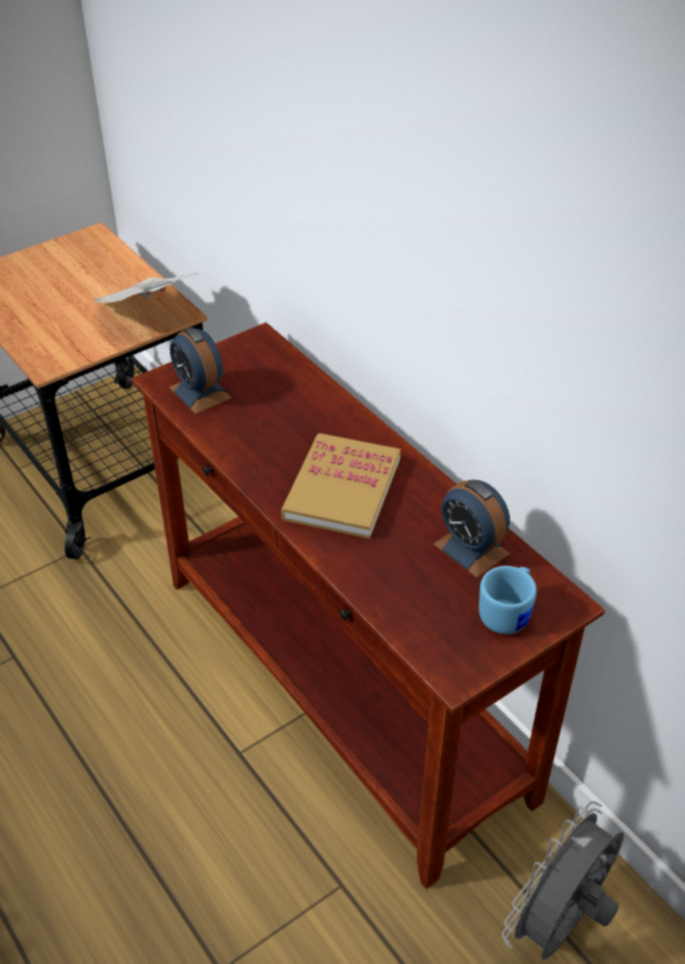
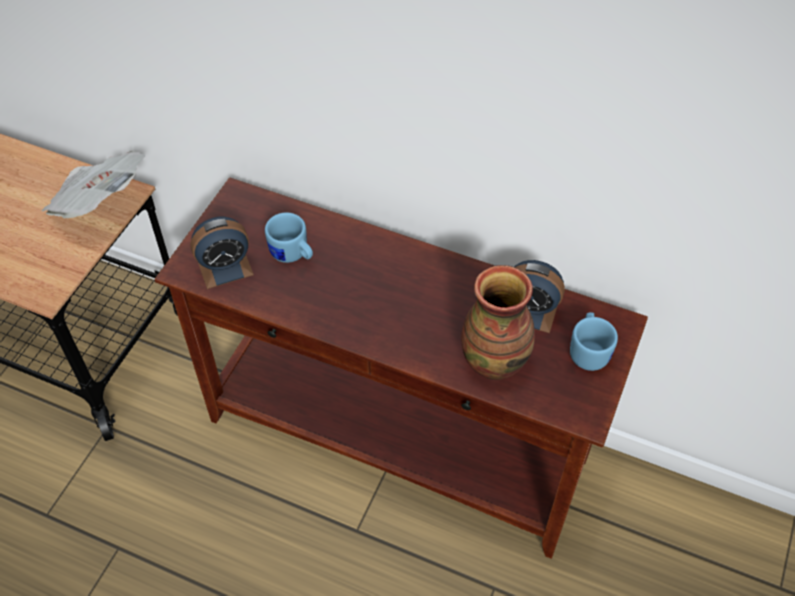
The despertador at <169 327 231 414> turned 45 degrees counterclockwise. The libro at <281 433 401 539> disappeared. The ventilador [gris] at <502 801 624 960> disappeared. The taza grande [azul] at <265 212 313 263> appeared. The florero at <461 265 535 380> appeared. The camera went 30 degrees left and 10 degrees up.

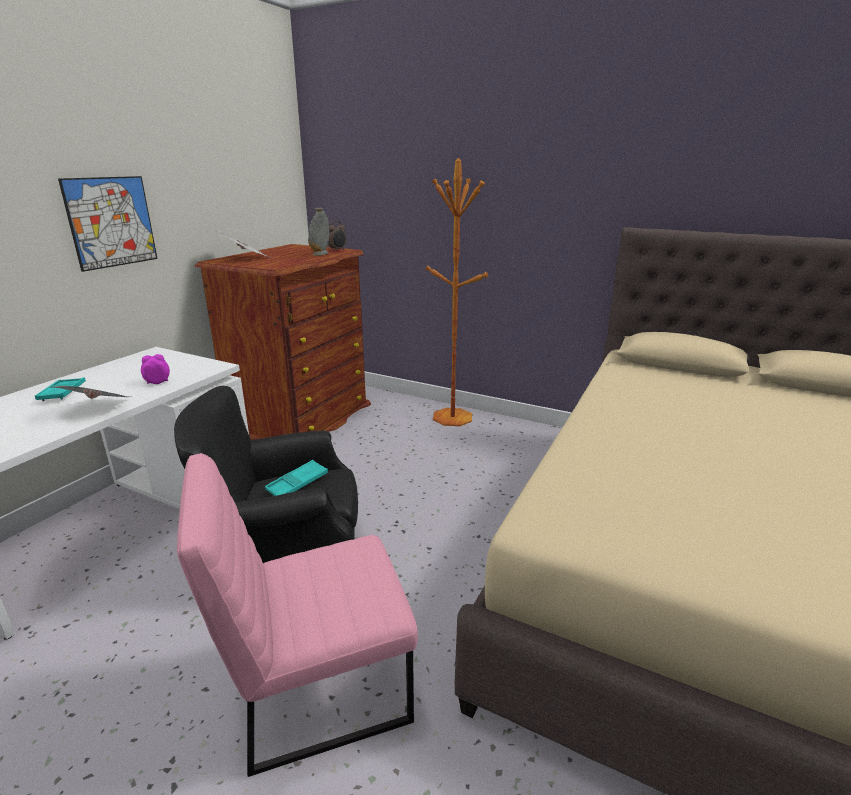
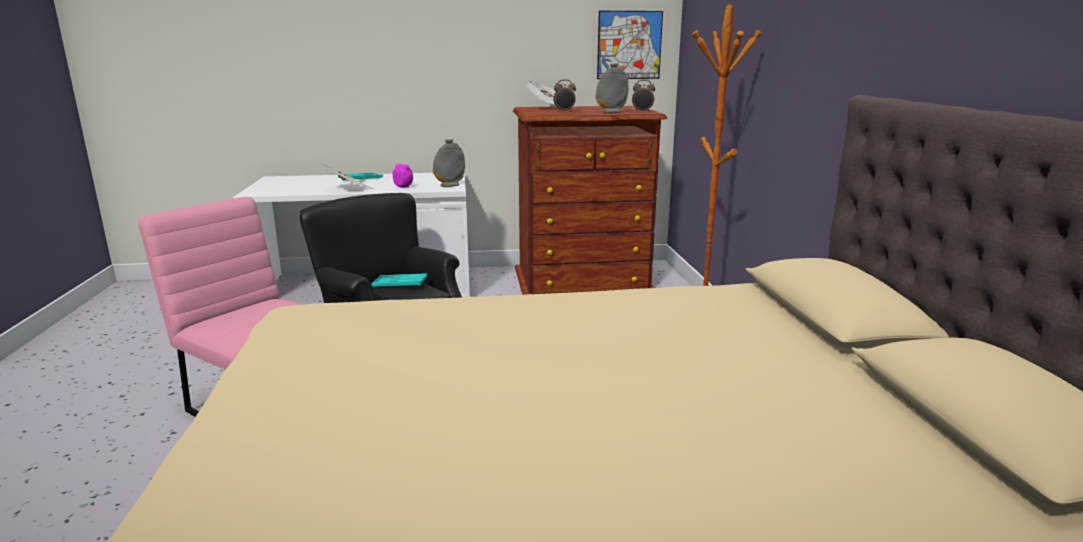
The cuadro moved from <58 176 158 272> to <597 11 663 79>. The florero [gris] at <433 139 465 187> appeared. The despertador at <553 80 576 112> appeared. The camera went 55 degrees right and 5 degrees down.

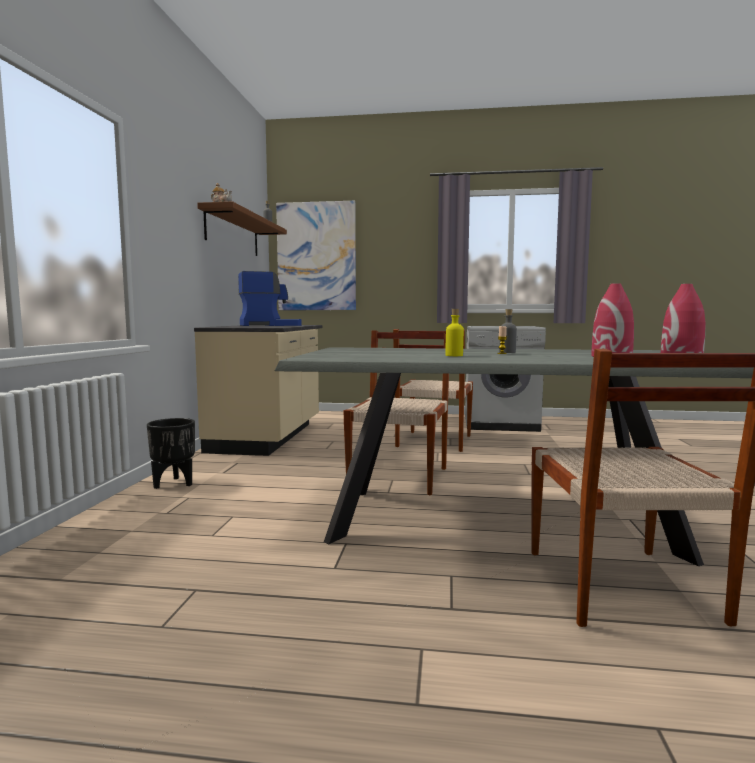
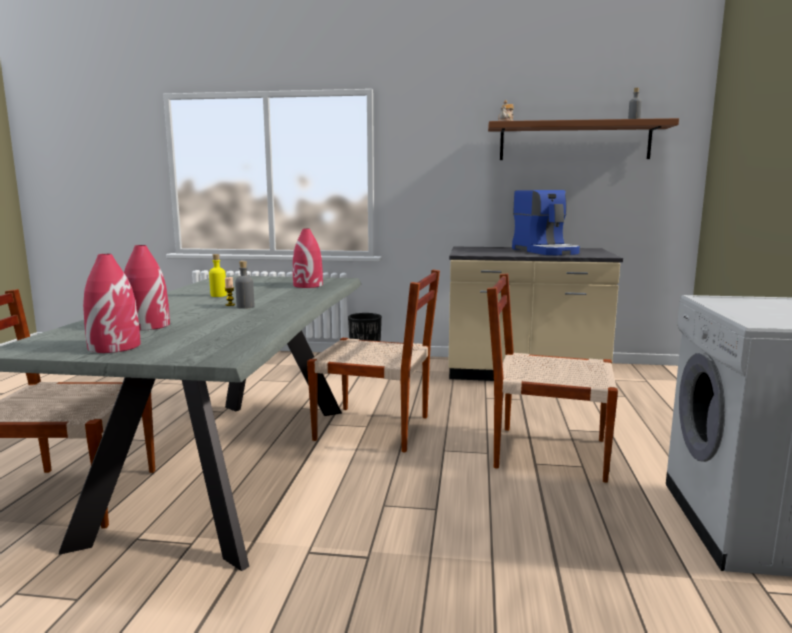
The cuadro at <276 201 356 310> disappeared. The florero [rojo] at <293 229 323 288> appeared. The camera went 90 degrees right and 5 degrees up.

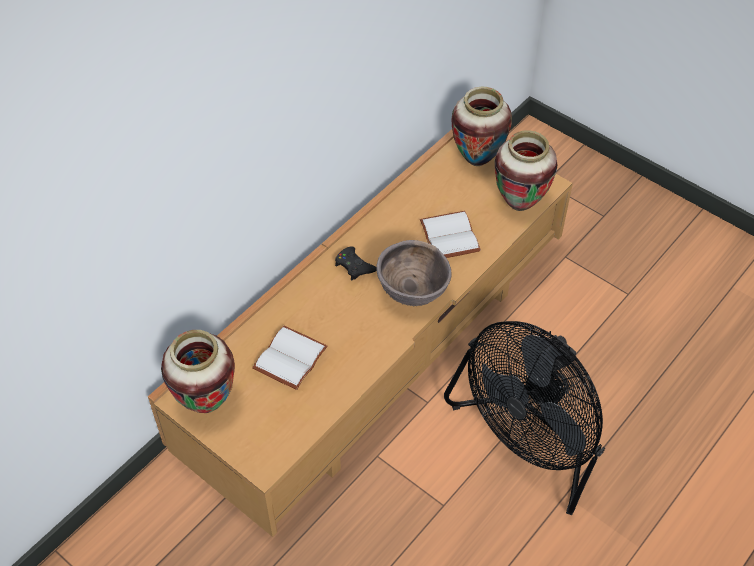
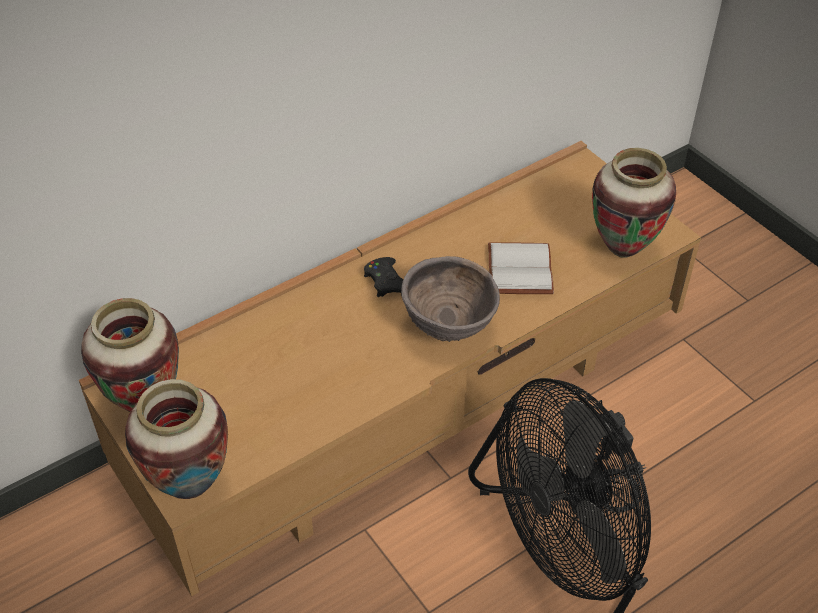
The libro [blanco] at <252 326 327 390> disappeared. The florero moved from <452 86 512 166> to <125 379 228 499>. The camera went 15 degrees right and 5 degrees down.

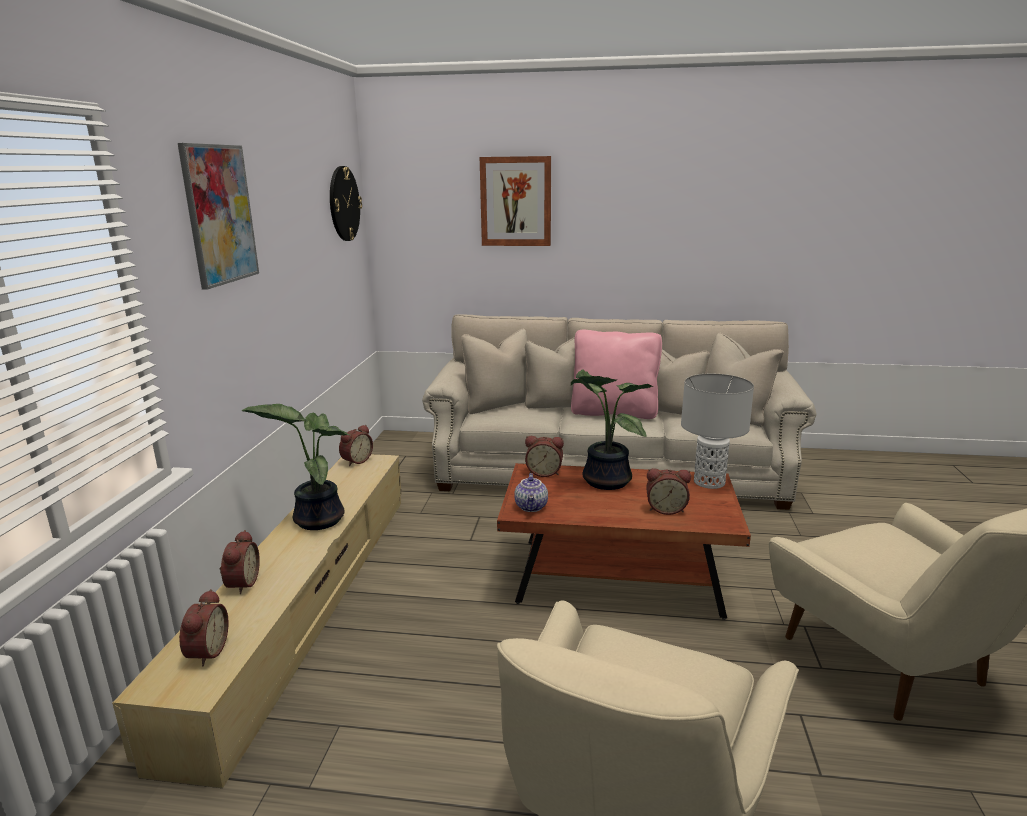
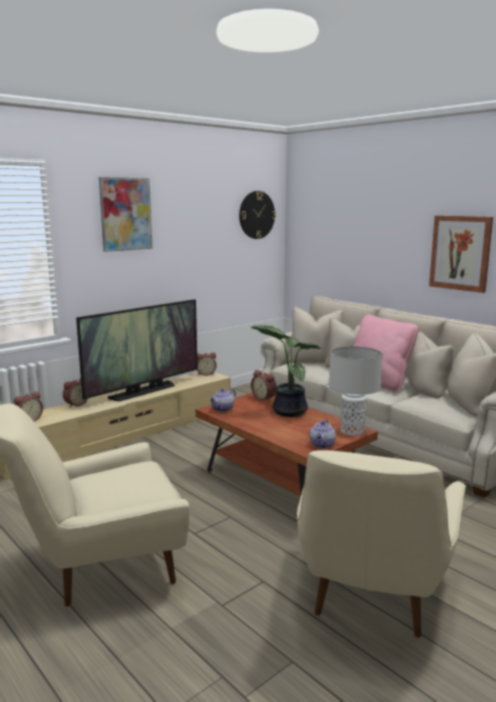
The planta en maceta at <241 404 351 530> was replaced by the televisor at <76 299 198 401>. The cuadro moved from <480 156 551 246> to <429 216 493 293>. The despertador at <646 468 691 515> disappeared. The tetera at <310 420 336 449> appeared. The camera went 40 degrees right and 5 degrees down.

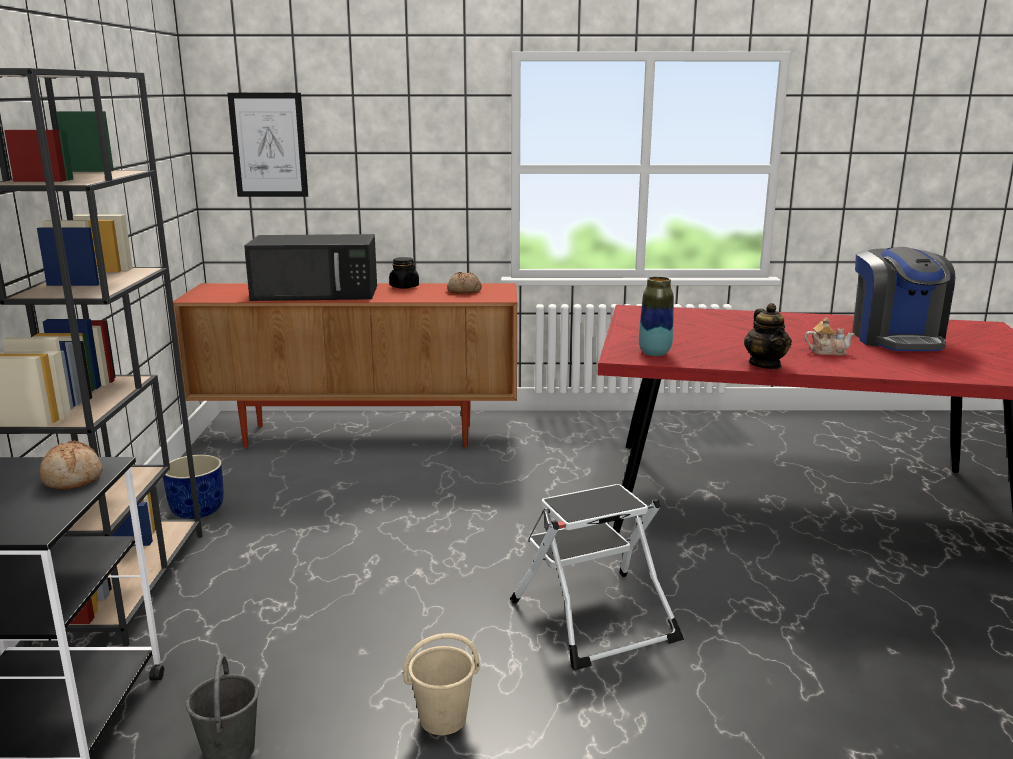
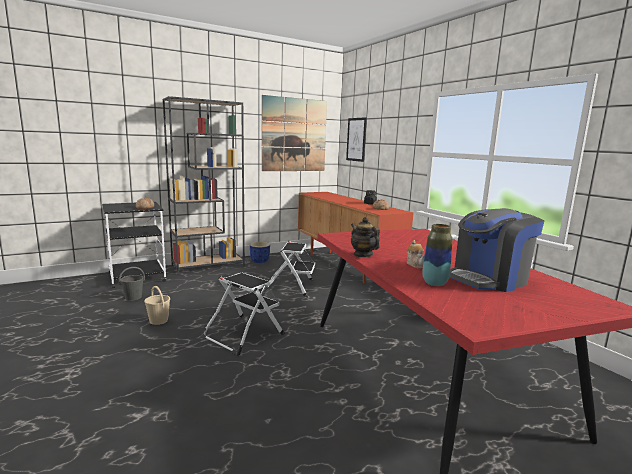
The microondas [negro] at <244 234 377 301> disappeared. The florero moved from <639 277 674 356> to <422 224 452 286>. The tetera at <744 303 792 369> turned 90 degrees clockwise. The cuadro at <262 95 327 171> appeared. The escalera de tijera at <266 240 315 297> appeared. The camera went 60 degrees right and 5 degrees down.

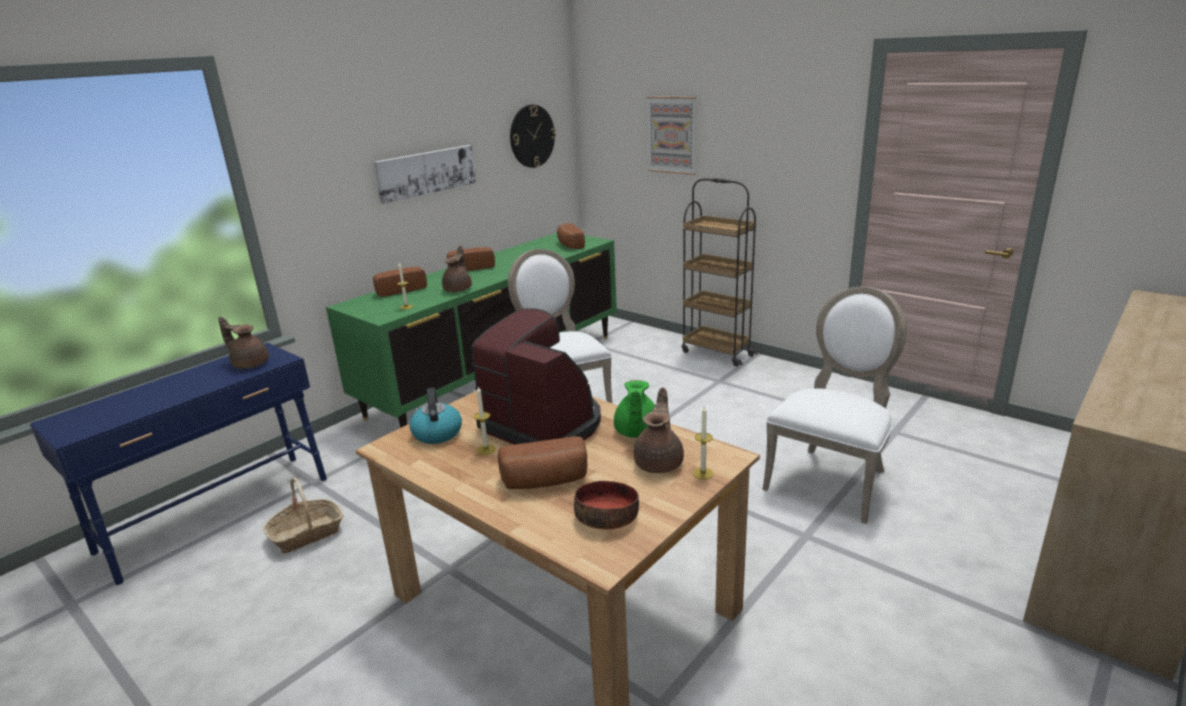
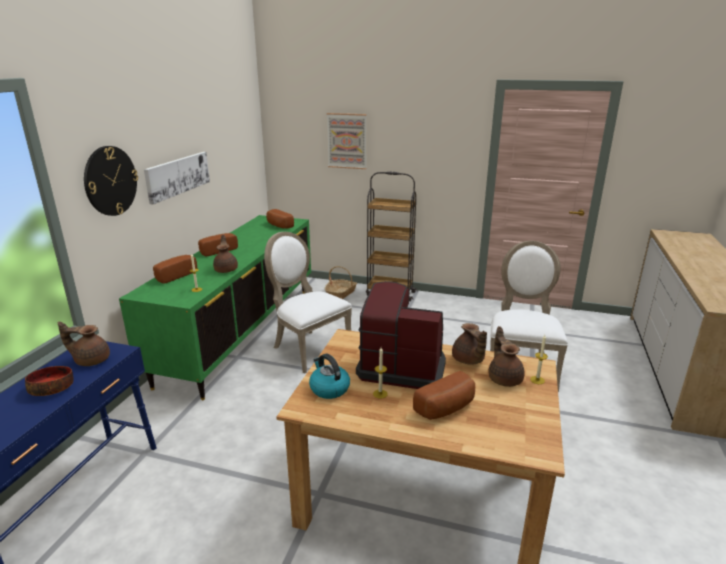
The cesta moved from <263 477 344 554> to <325 266 357 299>. The reloj de pared moved from <510 105 556 168> to <84 146 138 216>. The cuenco moved from <574 481 639 529> to <25 366 74 396>. The tetera [verde] at <614 380 655 438> became the tetera [marrón] at <452 323 487 365>. The camera went 25 degrees left and 0 degrees up.

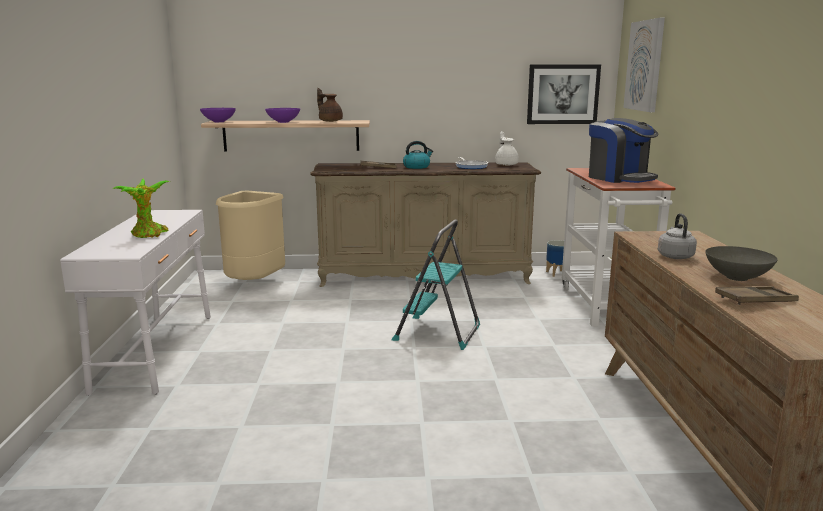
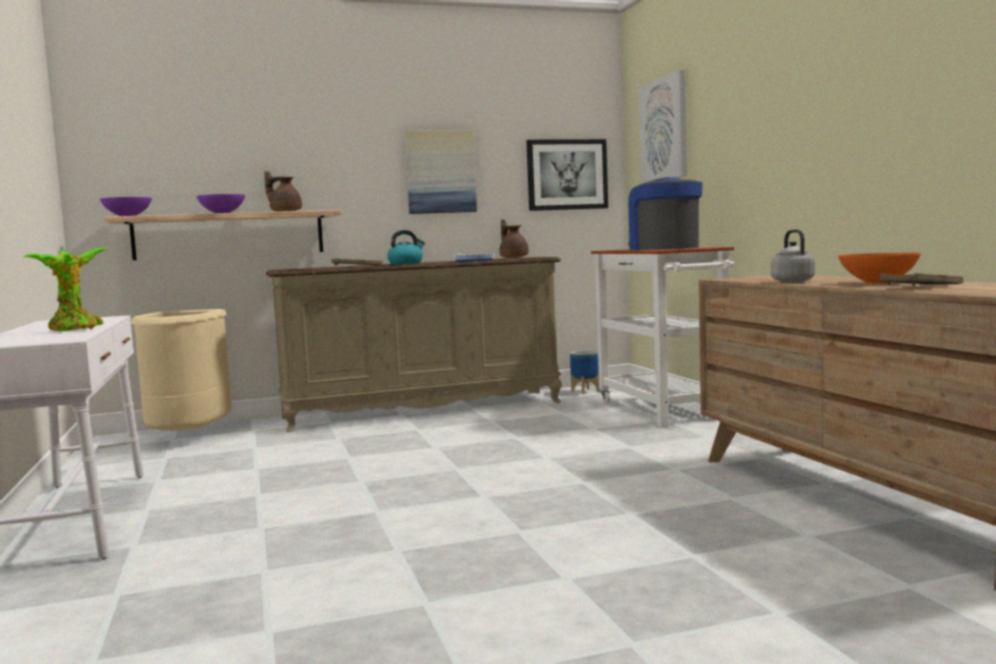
The escalera de tijera [turquesa] at <391 219 480 350> disappeared. The tetera [blanco] at <495 131 519 166> became the tetera [marrón] at <499 219 529 258>. The cafetera at <589 118 659 183> turned 150 degrees counterclockwise. The cuenco [gris] at <705 246 778 281> became the cuenco [naranja] at <838 253 921 284>. The cuadro at <405 130 477 214> appeared. The camera went 15 degrees left and 10 degrees down.

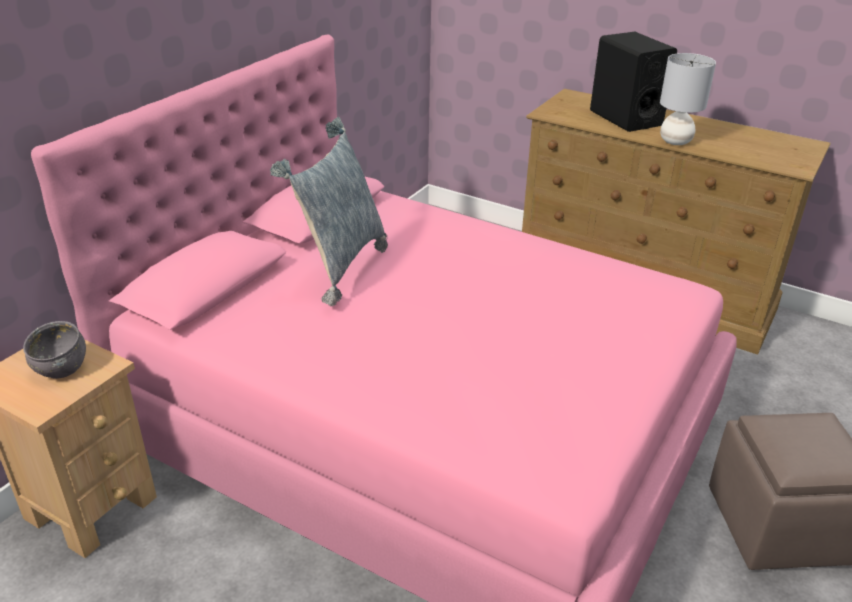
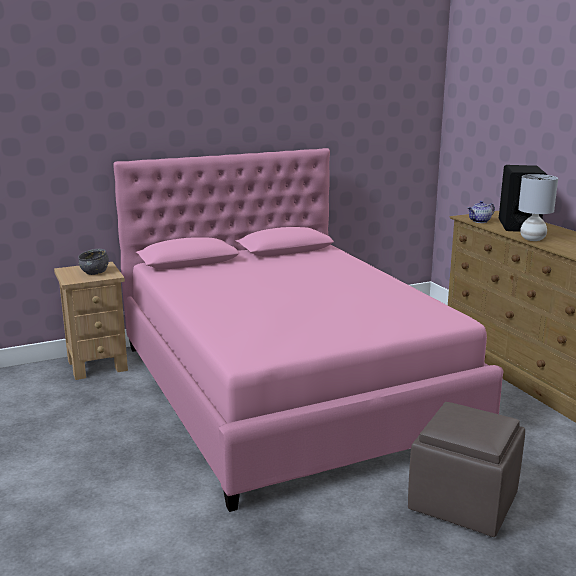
The cojín at <270 117 388 306> disappeared. The tetera at <468 201 495 223> appeared. The camera went 35 degrees right and 15 degrees down.

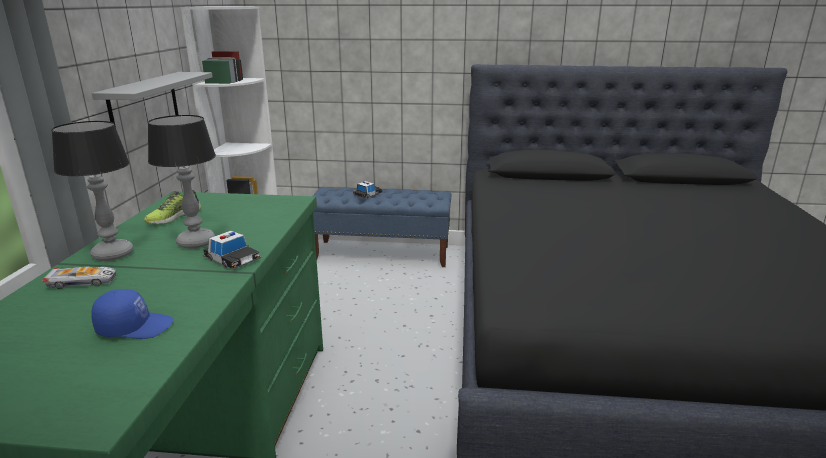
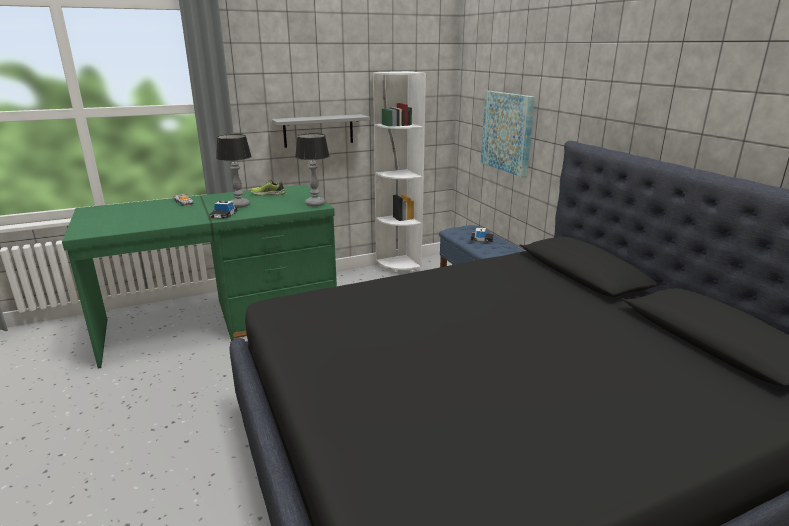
The lámpara de mesa moved from <51 121 133 261> to <295 133 329 207>. The gorra [azul] at <91 289 174 339> disappeared. The cuadro at <481 91 535 178> appeared. The camera went 60 degrees right and 0 degrees up.

